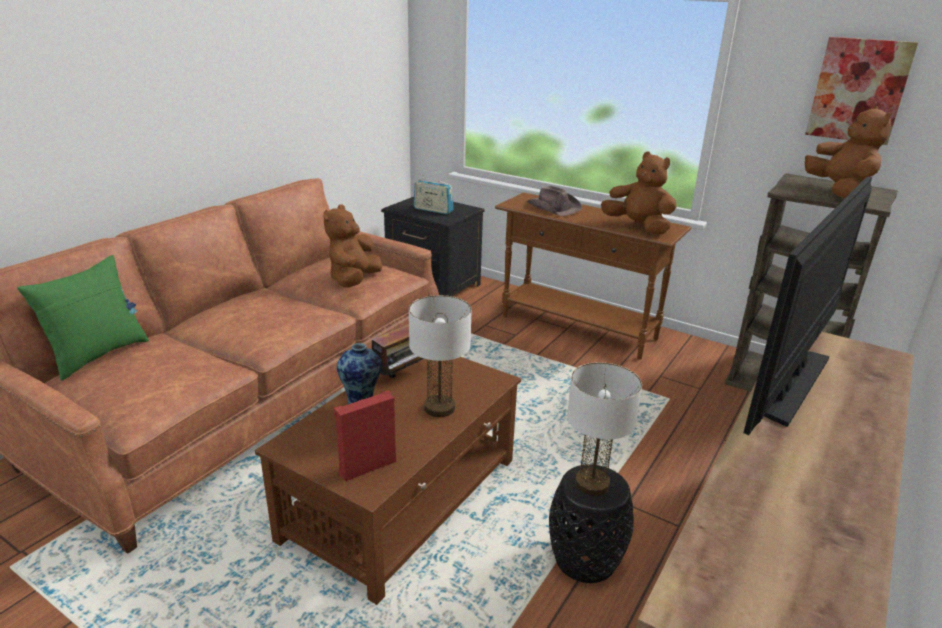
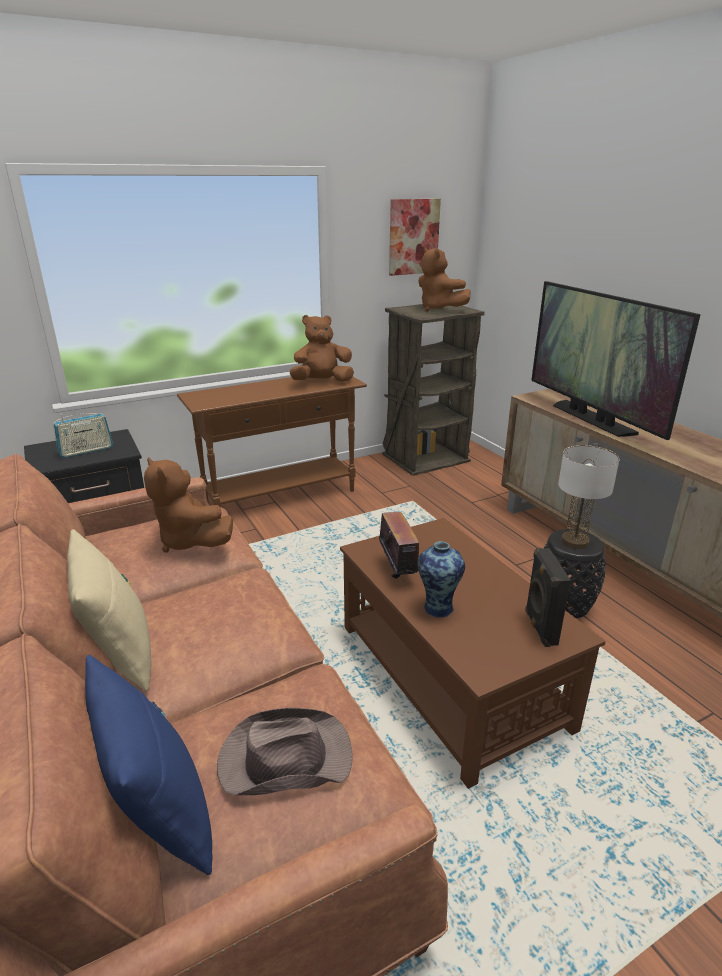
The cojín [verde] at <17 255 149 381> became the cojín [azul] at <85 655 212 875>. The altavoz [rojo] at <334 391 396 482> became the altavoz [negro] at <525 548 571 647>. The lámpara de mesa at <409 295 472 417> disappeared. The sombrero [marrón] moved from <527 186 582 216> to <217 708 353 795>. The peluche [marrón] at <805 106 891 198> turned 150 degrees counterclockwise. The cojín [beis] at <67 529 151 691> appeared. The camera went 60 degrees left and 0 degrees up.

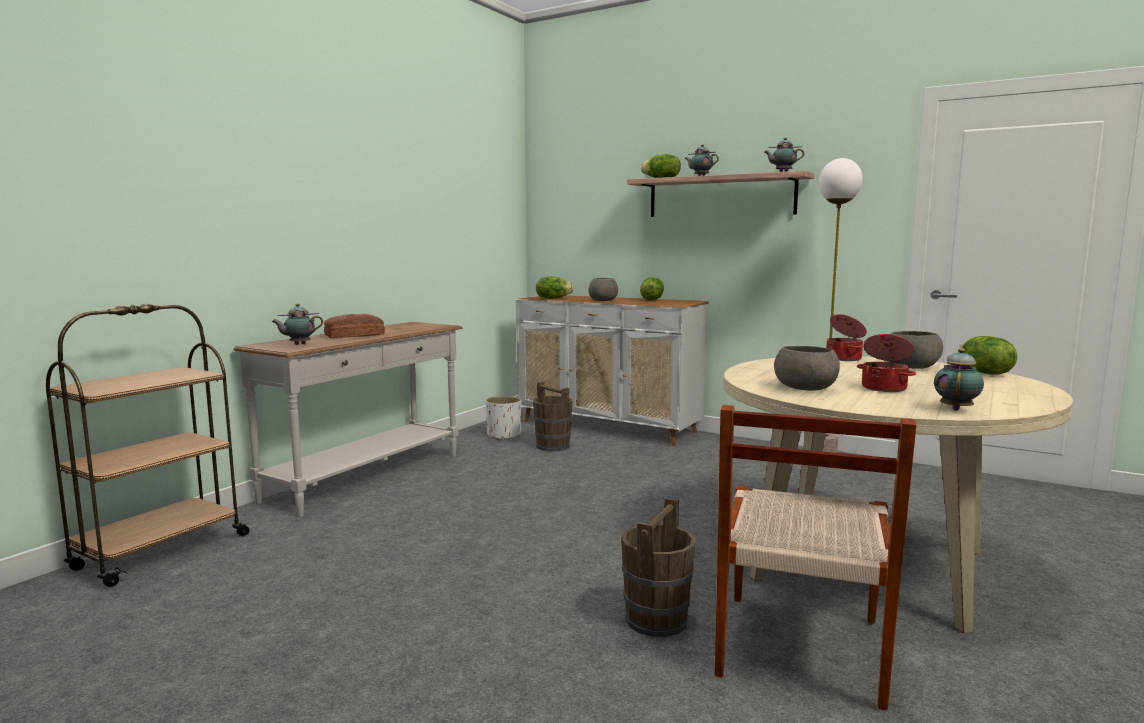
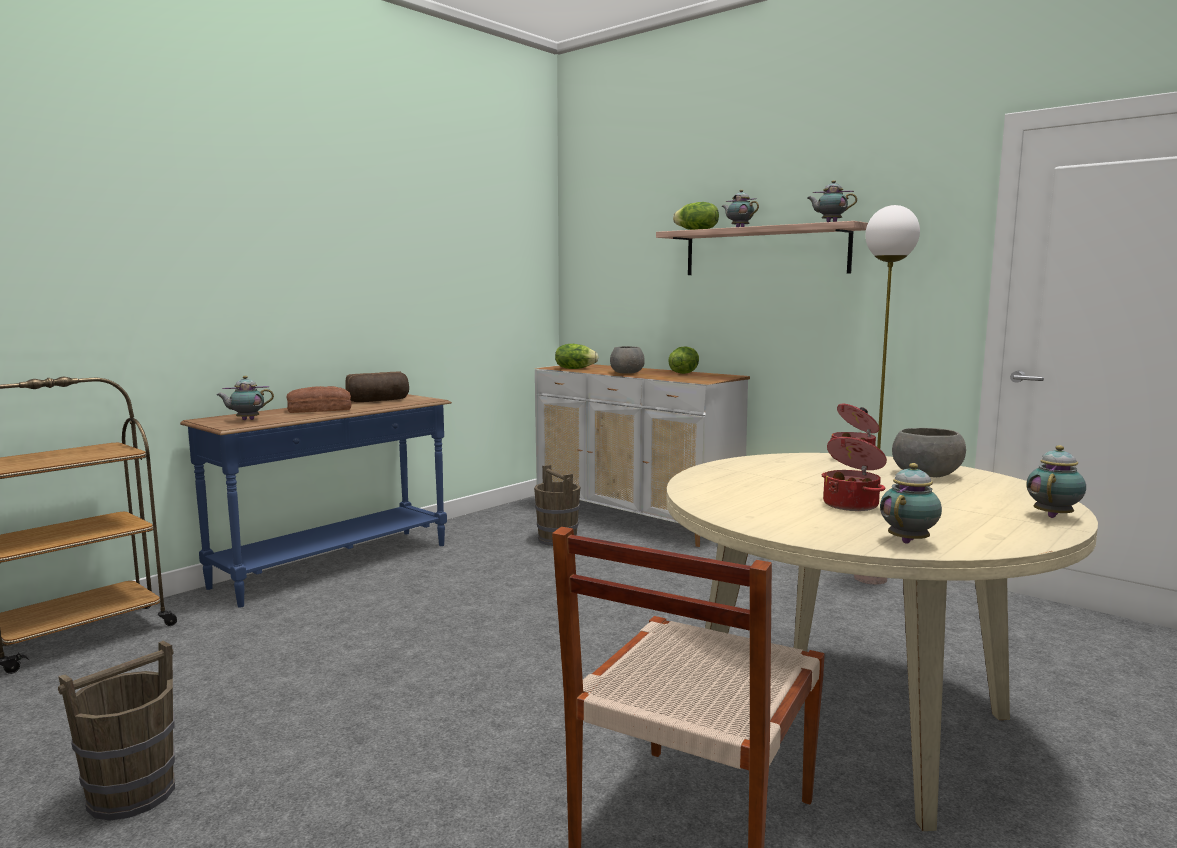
The mesa consola [blanco] at <233 322 463 517> became the mesa consola [azul] at <180 394 452 608>. The maceta [blanco] at <485 396 521 440> disappeared. The cubo [marrón] moved from <621 497 696 637> to <58 640 175 821>. The cuenco [gris] at <774 346 840 391> disappeared. The lechuga at <958 336 1018 375> disappeared. The pan at <346 371 409 402> appeared. The tetera at <1026 445 1086 518> appeared. The camera went 10 degrees right and 0 degrees up.

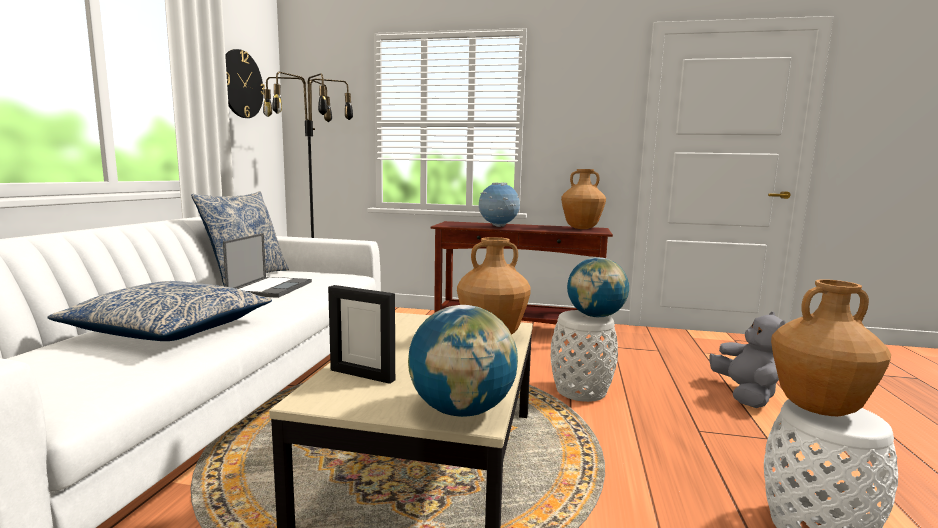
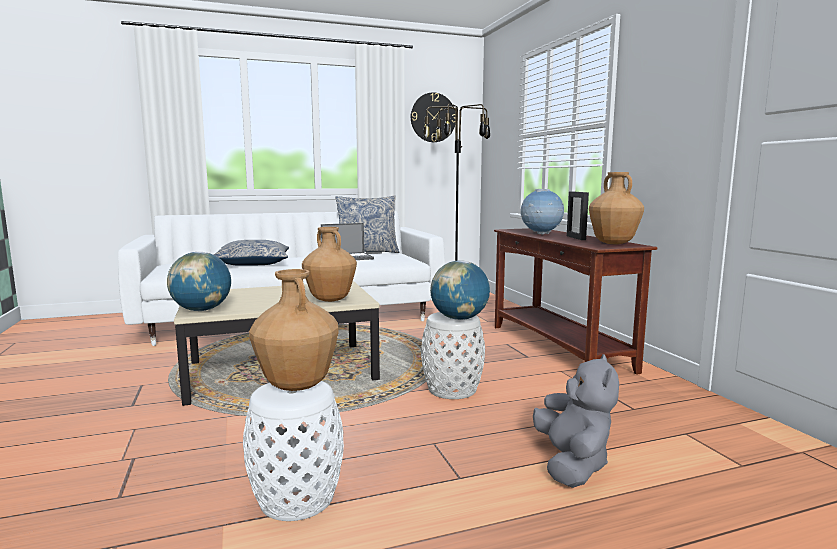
The portarretratos moved from <328 285 395 384> to <567 192 589 240>. The peluche [gris] at <709 311 786 408> turned 60 degrees counterclockwise. The camera went 60 degrees right and 0 degrees up.

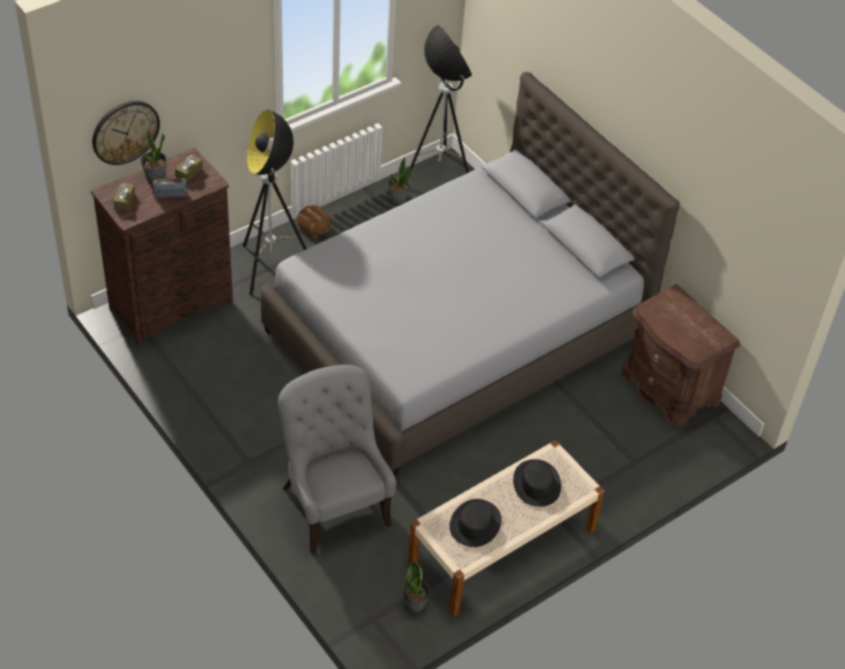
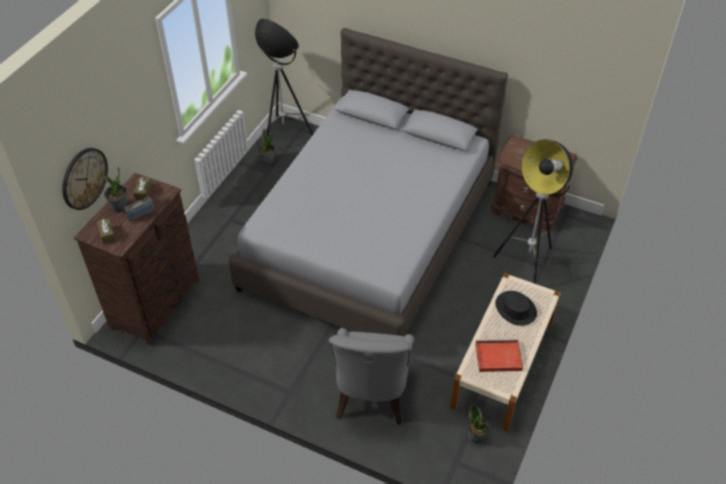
The lámpara de pie moved from <243 110 307 295> to <493 139 573 284>. The silla [gris] at <278 365 396 554> turned 120 degrees counterclockwise. The peluche [marrón] at <297 205 331 240> disappeared. The sombrero [negro] at <449 499 502 547> was replaced by the bandeja [rojo] at <475 338 523 372>. The camera went 25 degrees left and 0 degrees up.

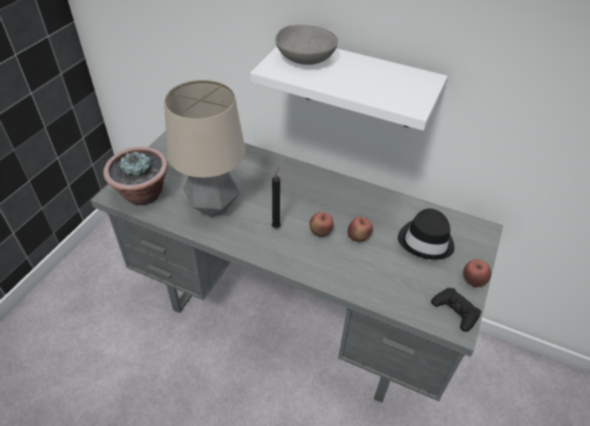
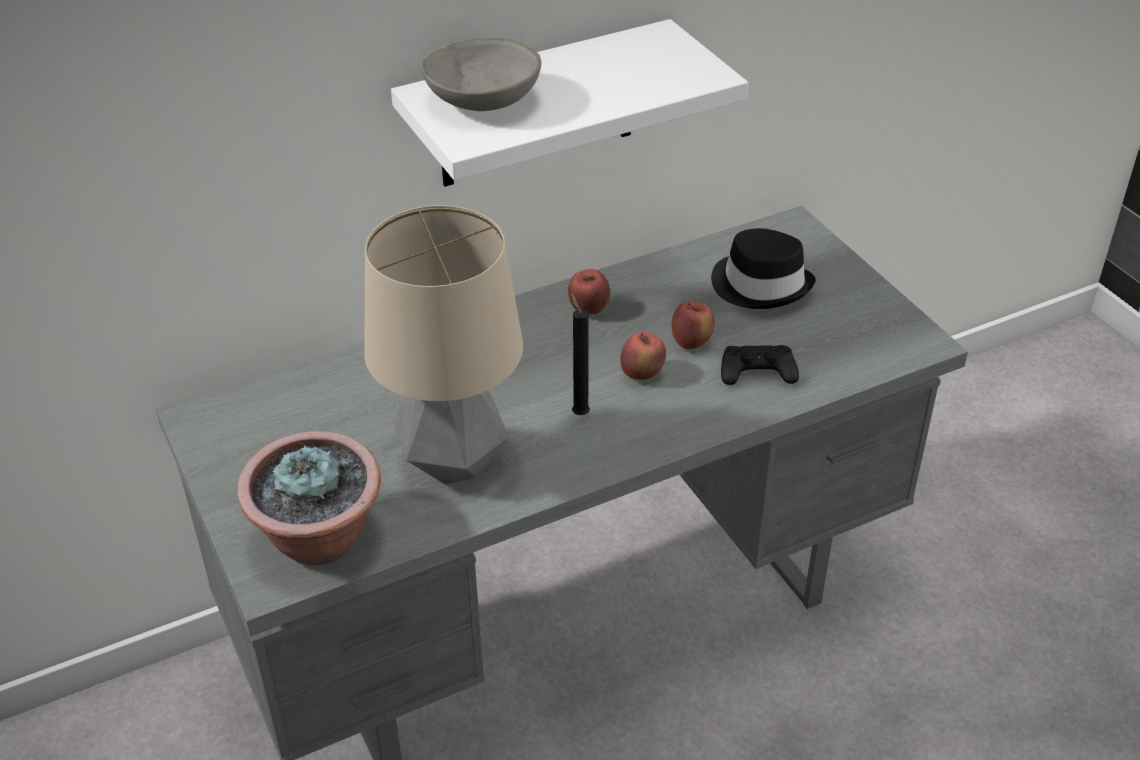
The mando de consola [negro] moved from <431 288 481 332> to <721 345 799 385>. The manzana moved from <463 259 491 287> to <568 269 610 315>. The camera went 50 degrees left and 5 degrees down.

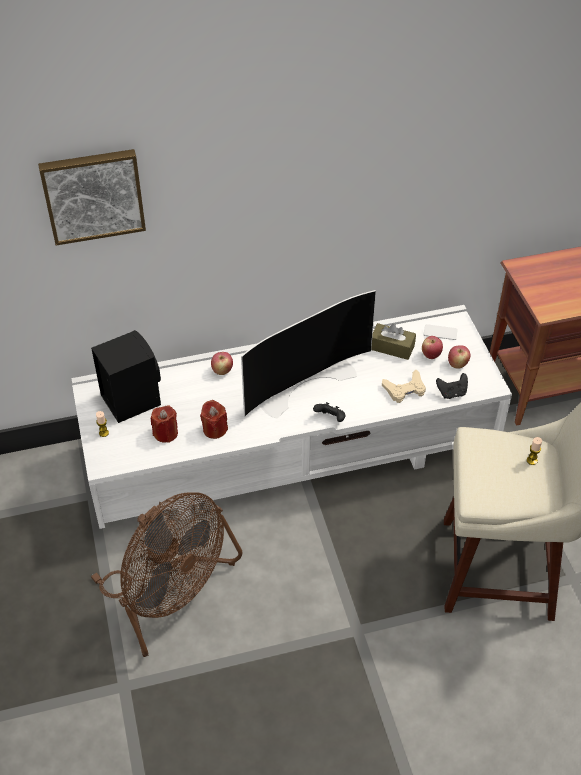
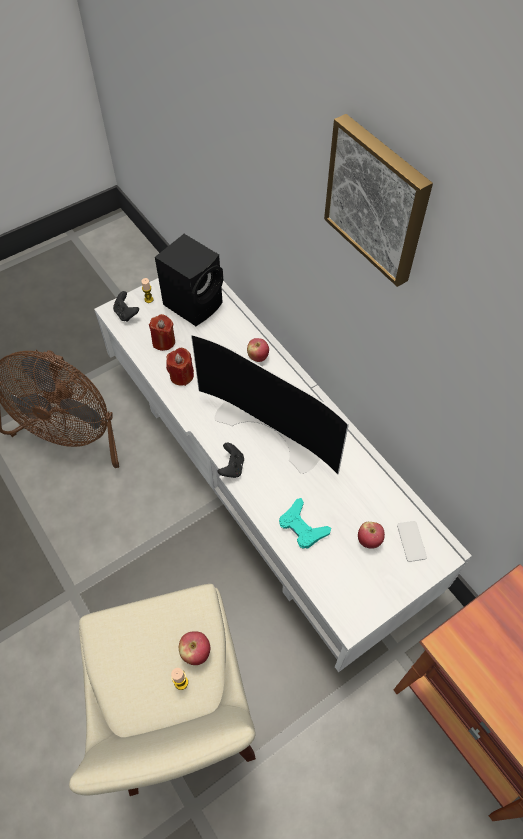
The cuadro moved from <38 149 146 246> to <324 114 433 287>. The caja de pañuelos [marrón] at <371 323 416 360> disappeared. The mando de consola [beis] at <382 370 426 403> became the mando de consola [turquesa] at <279 498 331 549>. The mando de consola [negro] moved from <436 373 468 399> to <113 291 139 322>. The manzana moved from <448 345 470 369> to <179 631 210 665>. The camera went 70 degrees right and 10 degrees up.

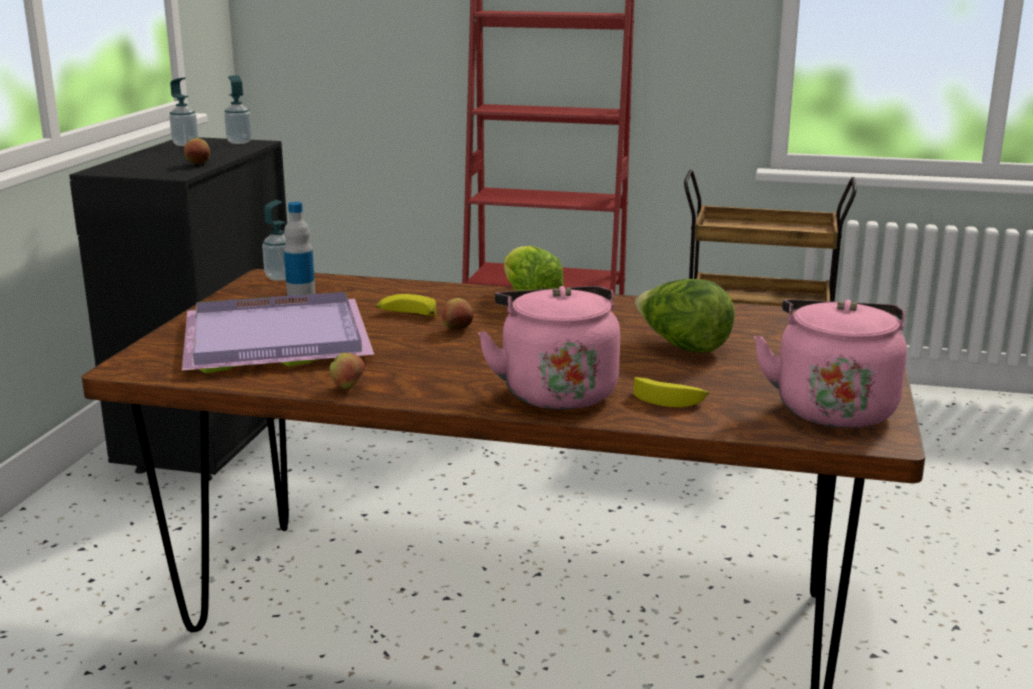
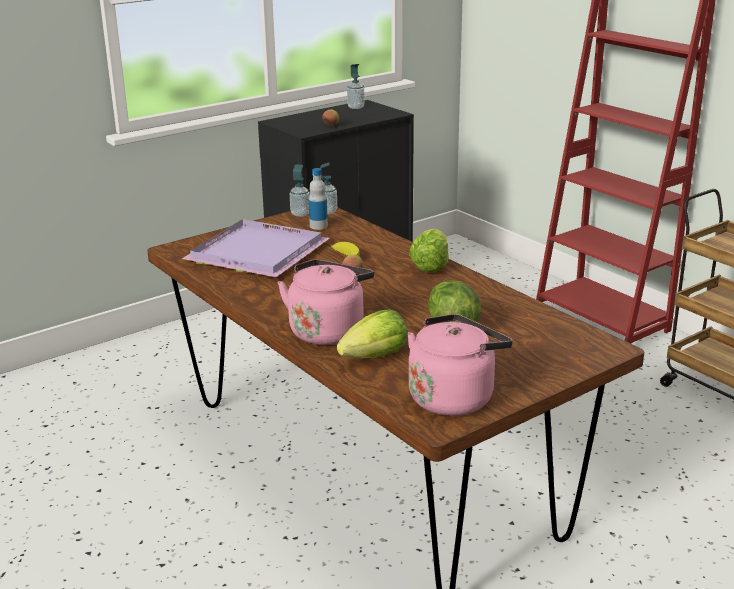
The dispensador de jabón moved from <224 75 252 144> to <290 165 310 217>. The manzana at <329 353 365 390> disappeared. The plátano at <634 377 709 407> was replaced by the lechuga at <337 310 408 359>. The camera went 40 degrees right and 5 degrees up.

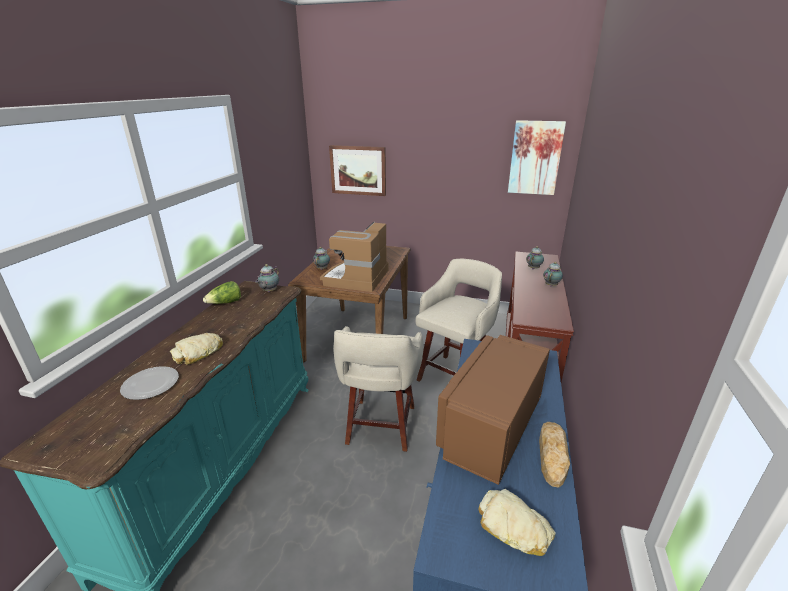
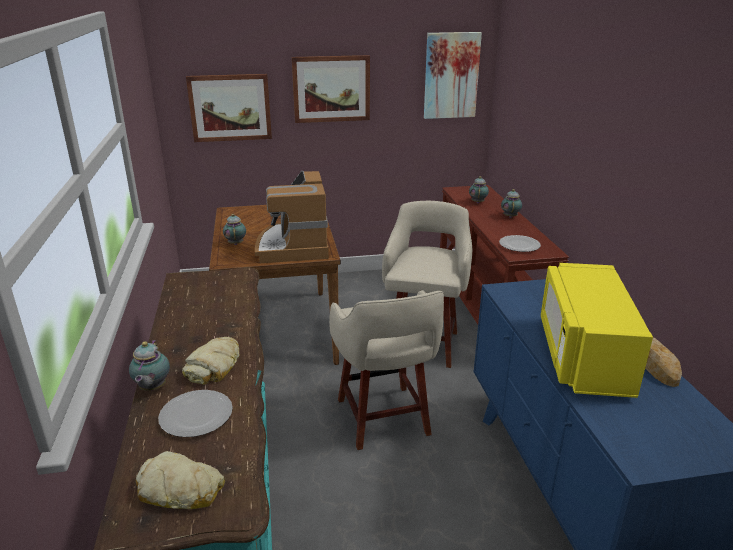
The lechuga at <203 281 241 304> disappeared. The tetera moved from <255 264 279 292> to <129 340 170 391>. The microondas [marrón] at <436 335 550 485> became the microondas [amarillo] at <541 263 653 398>. The pan moved from <478 489 556 556> to <136 451 225 509>. The cuadro at <292 55 370 123> appeared. The plato at <499 235 541 252> appeared. The camera went 25 degrees left and 0 degrees up.

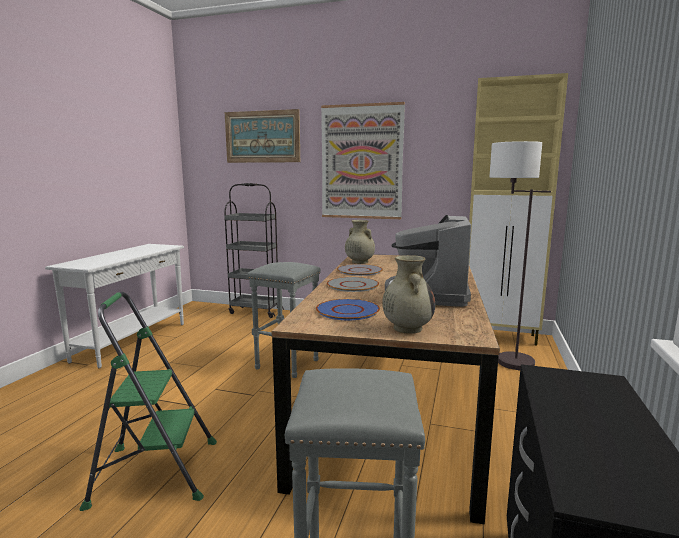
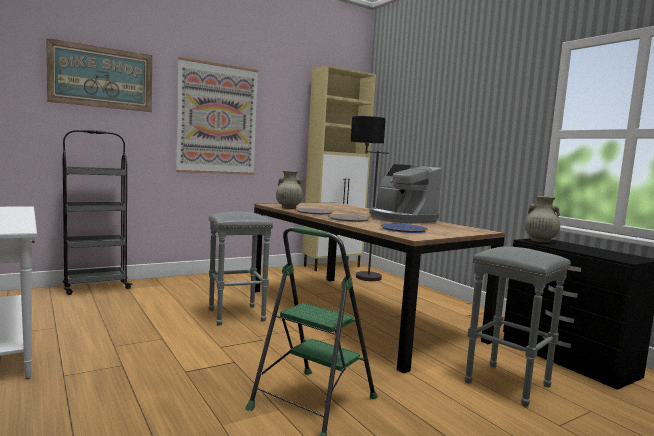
The florero [beis] moved from <382 255 435 334> to <525 196 560 243>. The lámpara de pie [blanco] at <490 141 551 370> became the lámpara de pie [negro] at <351 116 389 281>. The camera went 50 degrees left and 5 degrees down.

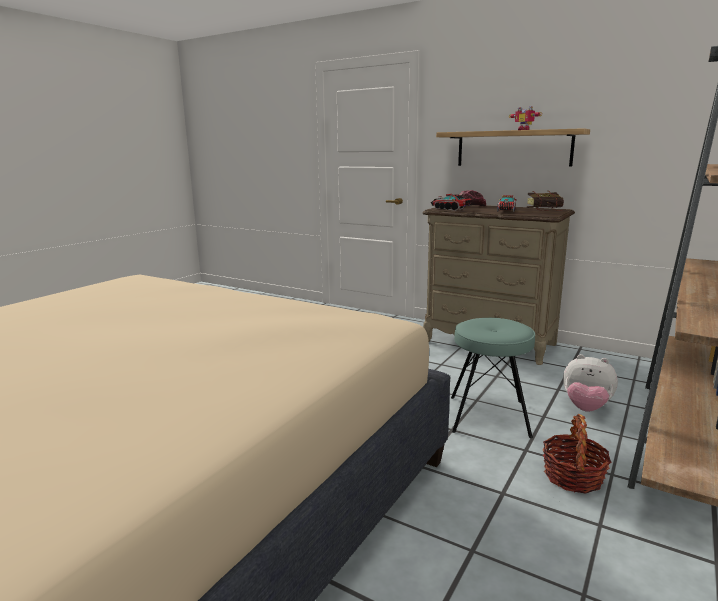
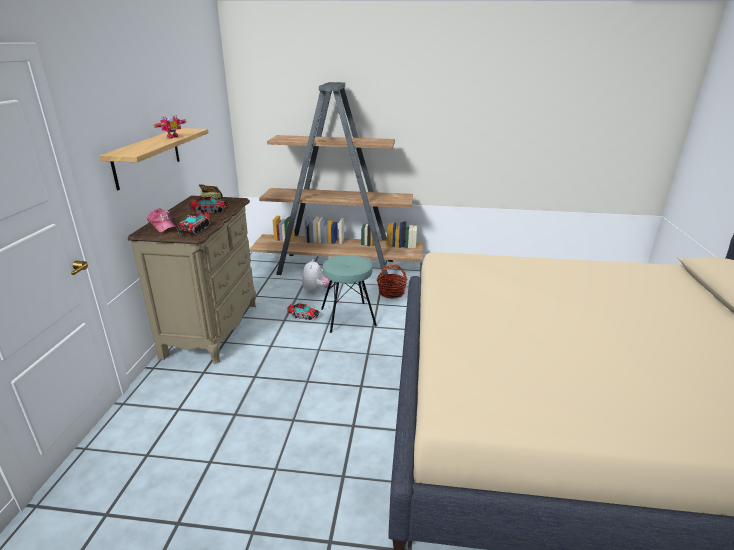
The camión de juguete at <287 303 320 320> appeared. The camera went 115 degrees left and 10 degrees up.

